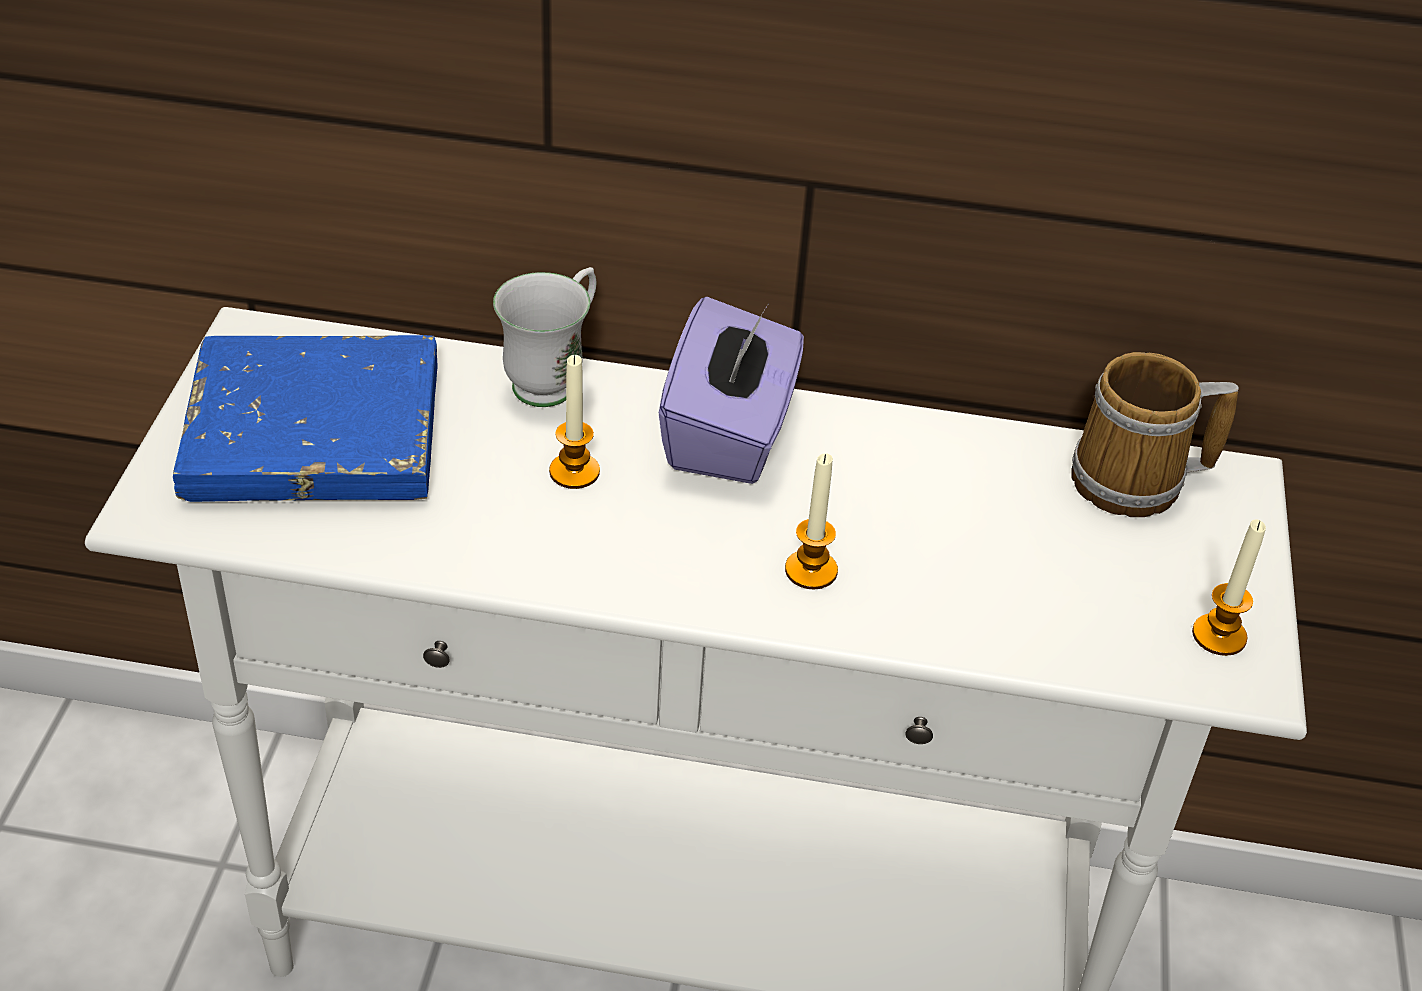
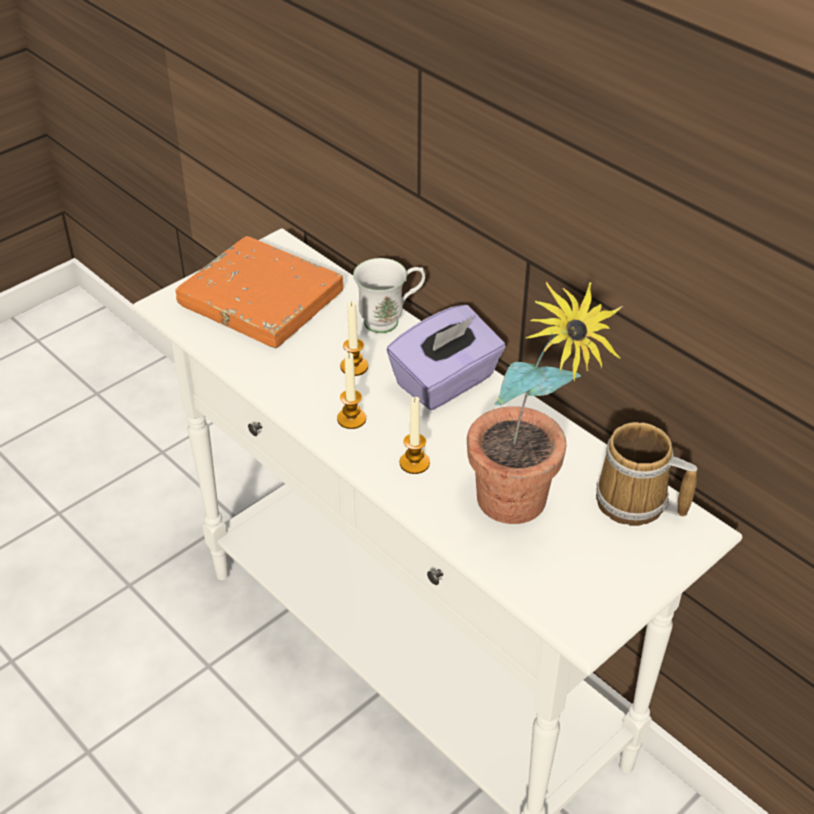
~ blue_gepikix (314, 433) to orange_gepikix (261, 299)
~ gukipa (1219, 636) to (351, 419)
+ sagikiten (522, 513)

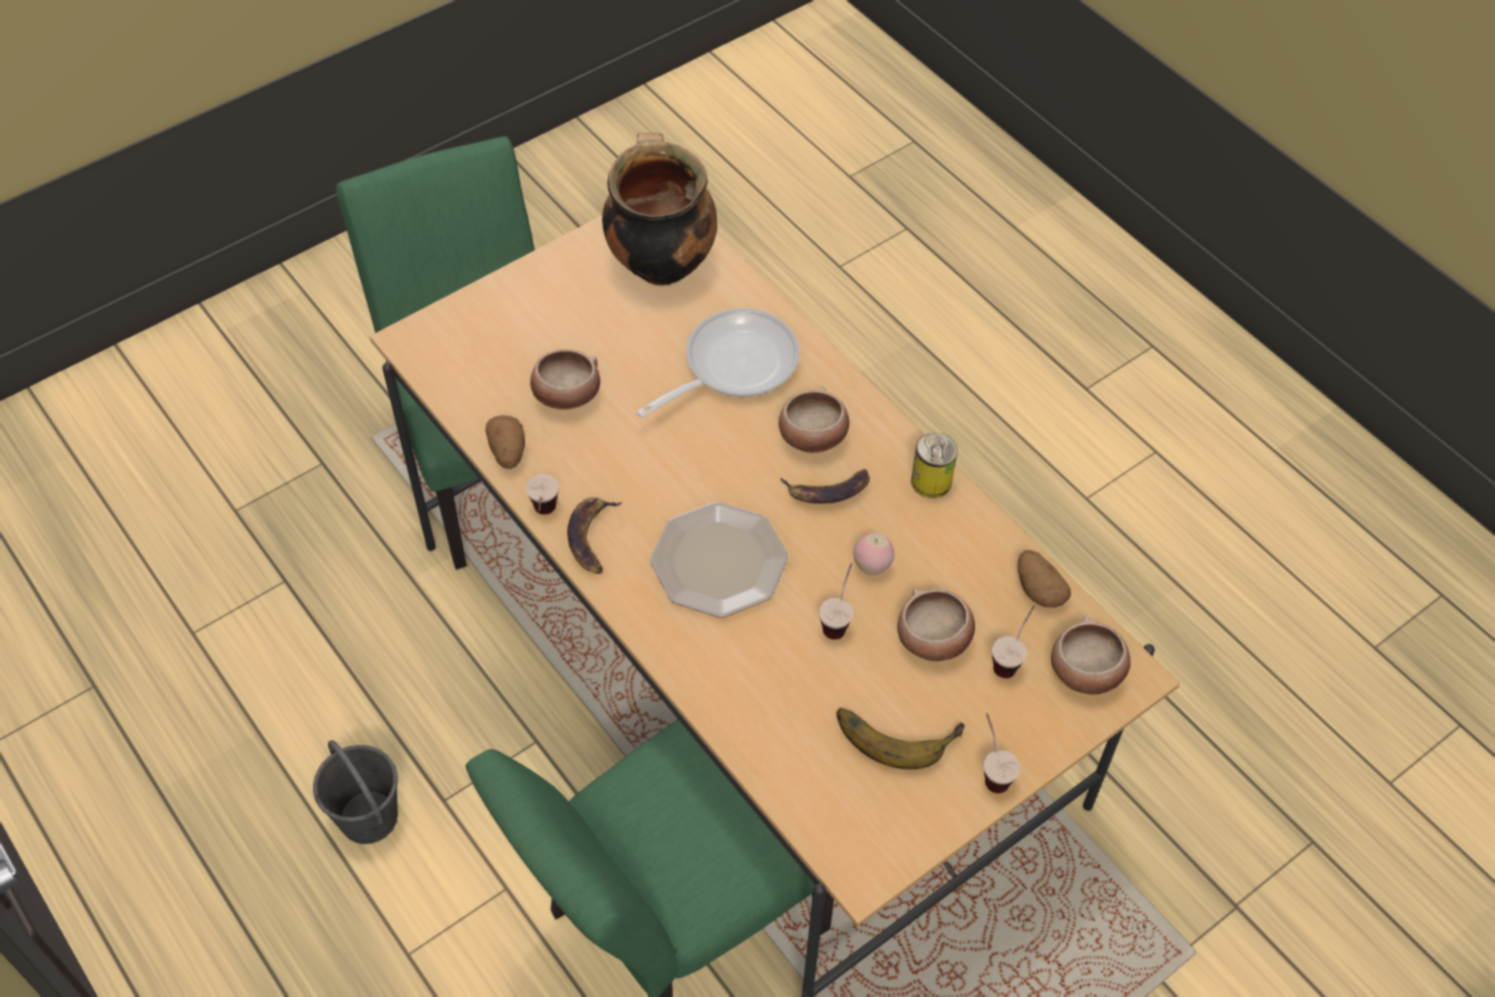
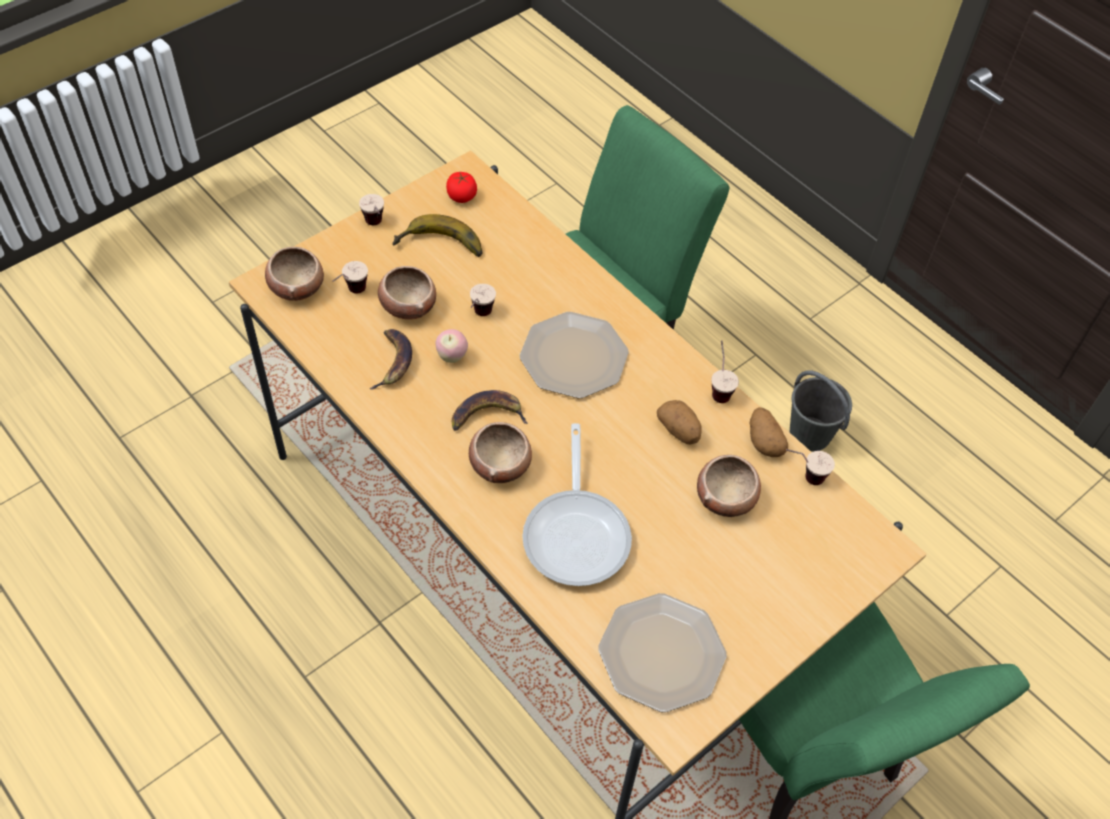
~ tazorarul (592, 537) to (393, 362)
~ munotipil (660, 262) to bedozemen (663, 654)
~ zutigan (732, 366) = (577, 533) 45 degrees counterclockwise
- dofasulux (931, 481)
~ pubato (1038, 589) to (679, 430)
+ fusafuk (462, 195)
+ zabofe (803, 477)

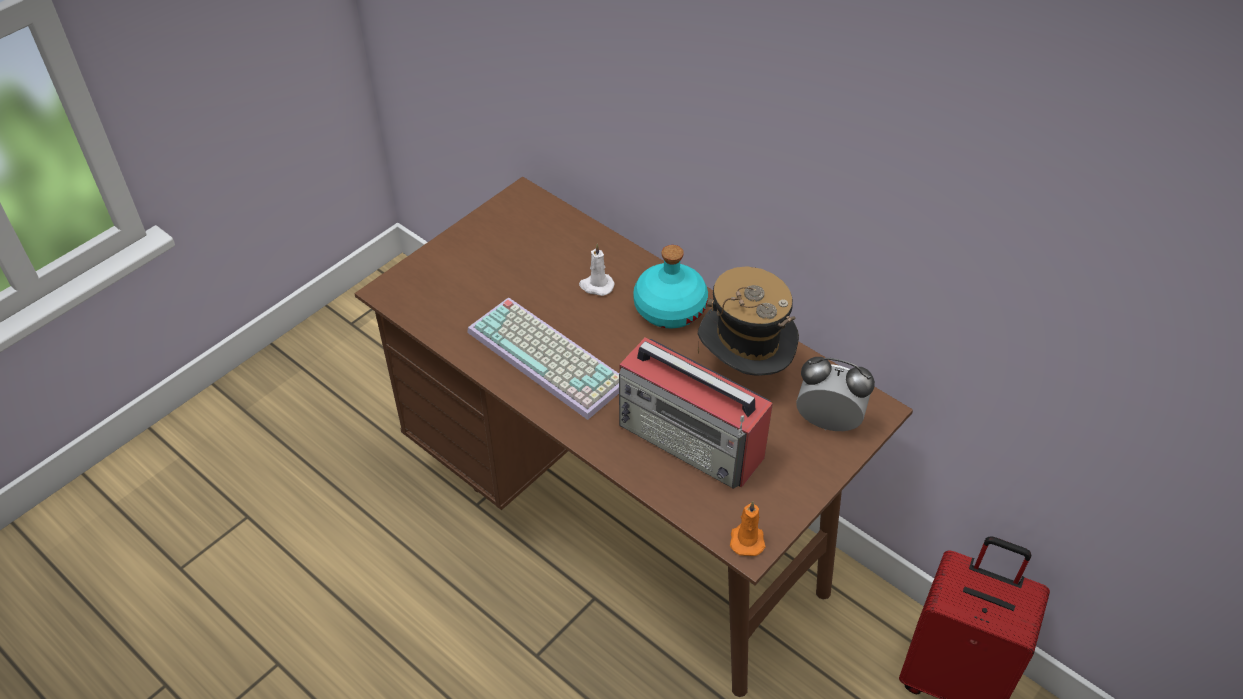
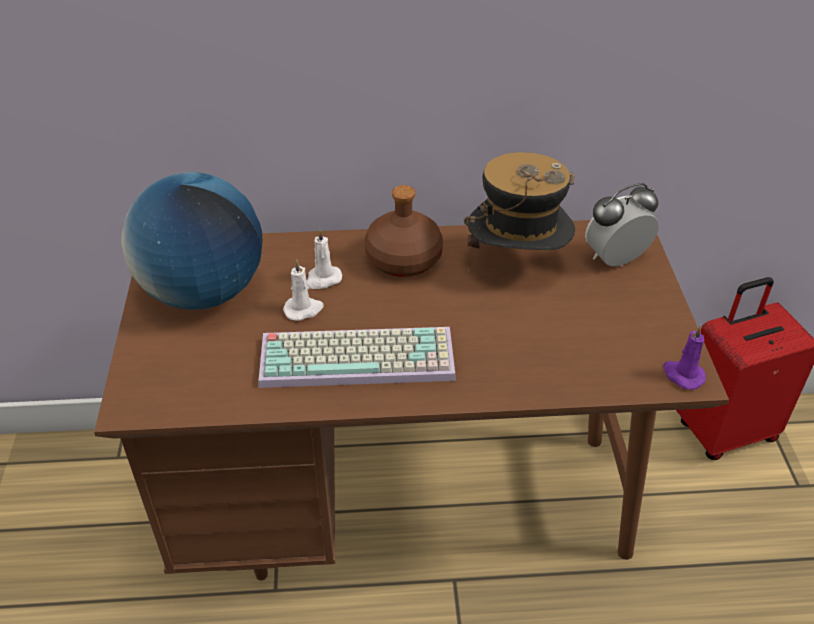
- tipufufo (692, 441)
~ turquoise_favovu (669, 308) to brown_favovu (402, 259)
~ orange_gukipa (746, 539) to purple_gukipa (682, 375)
+ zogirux (203, 292)
+ white_gukipa (304, 309)

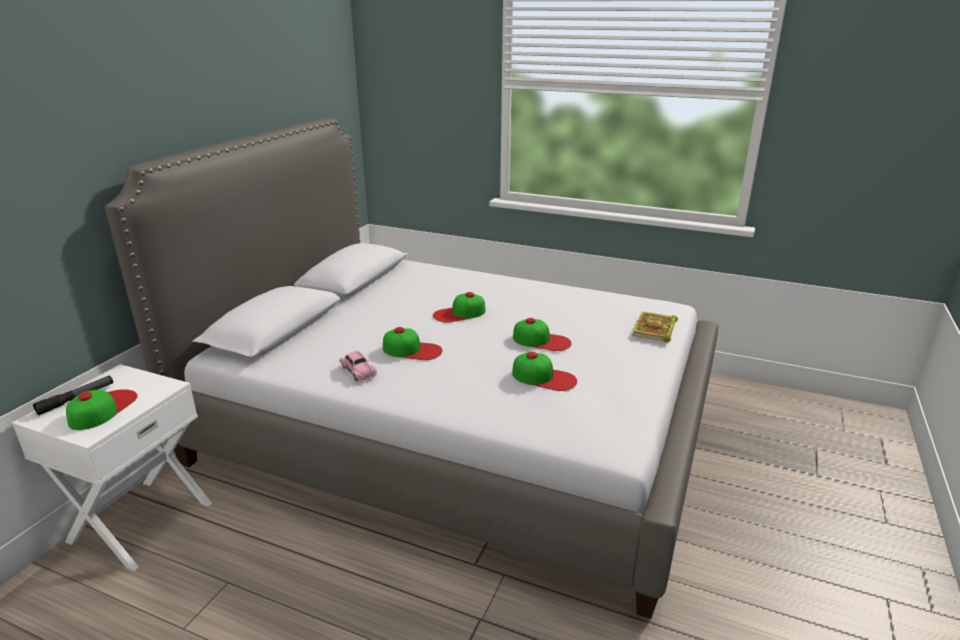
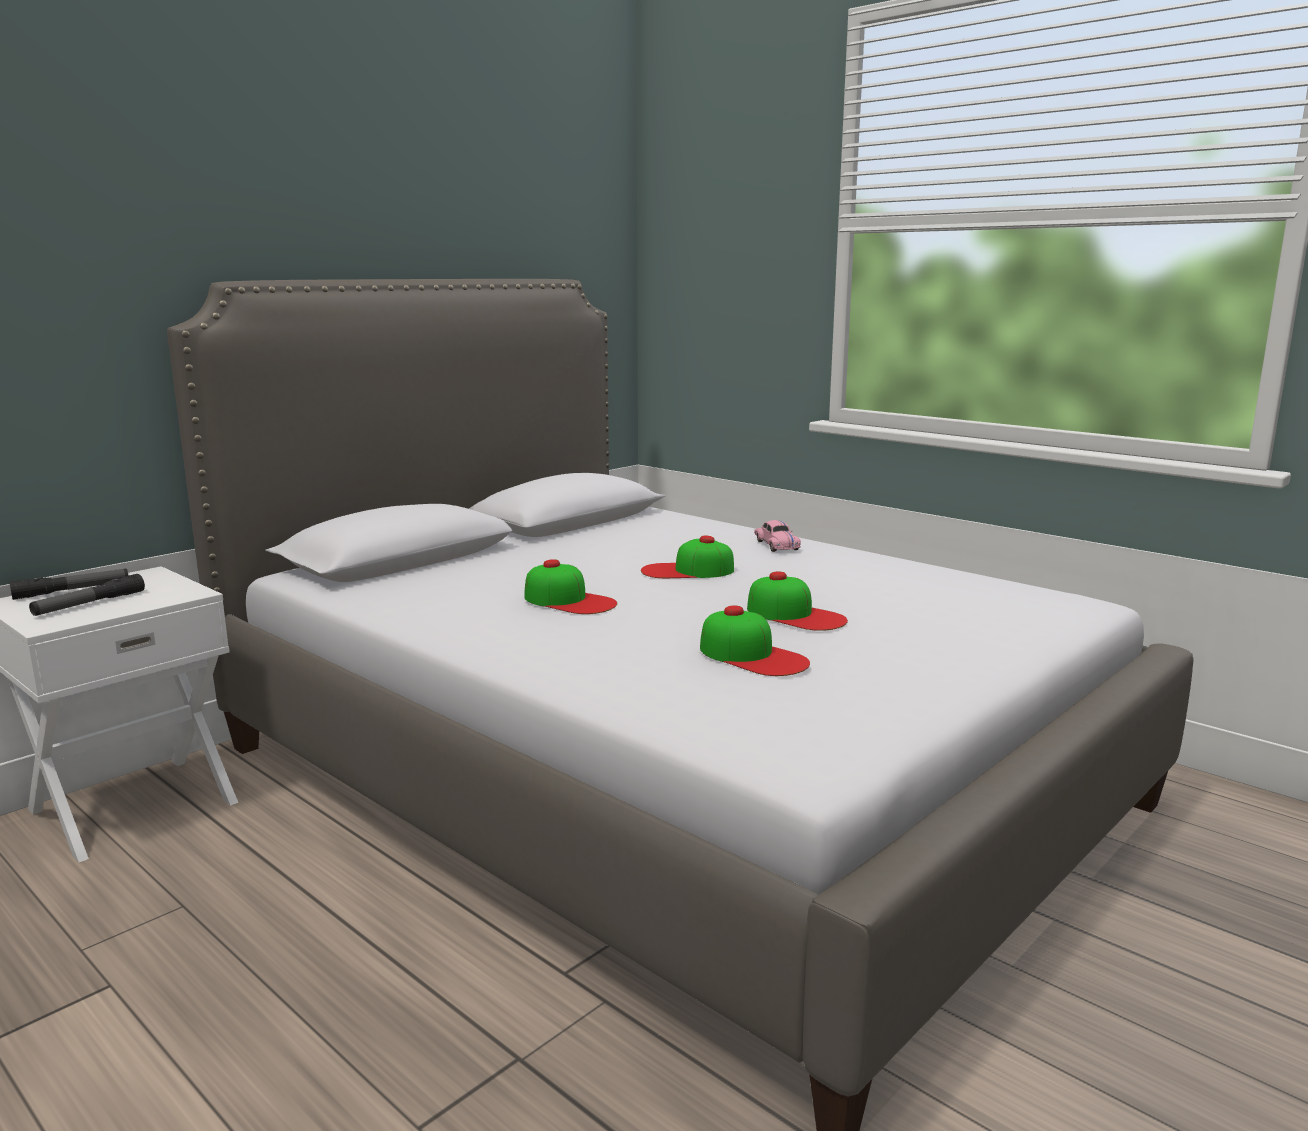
~ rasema (103, 409) to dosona (89, 604)
~ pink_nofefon (358, 371) to (777, 545)
- gepikix (655, 330)

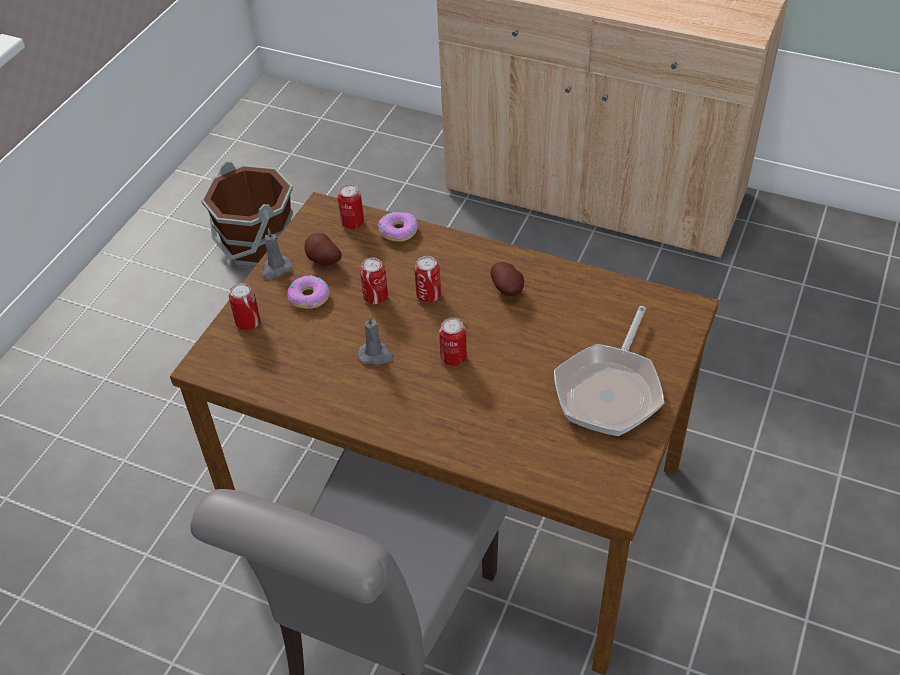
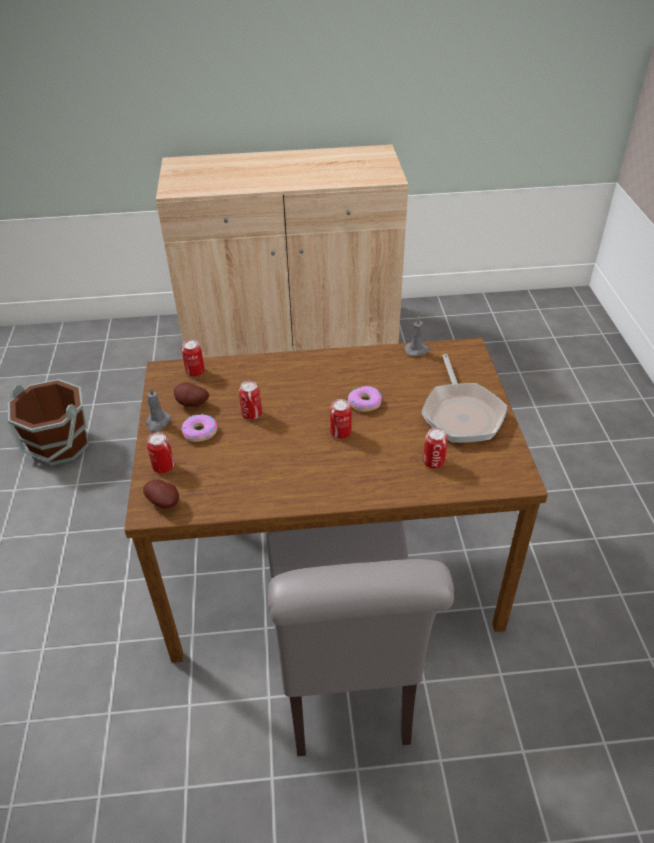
~ grey_gukipa (376, 355) to (417, 350)
~ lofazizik (398, 231) to (364, 403)
~ dofasulux (428, 295) to (433, 462)
~ pubato (508, 290) to (165, 502)

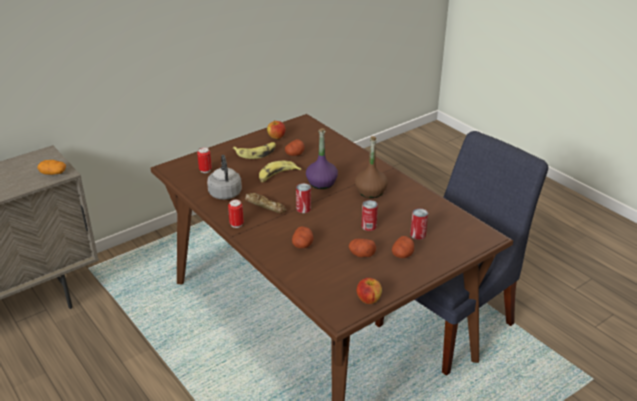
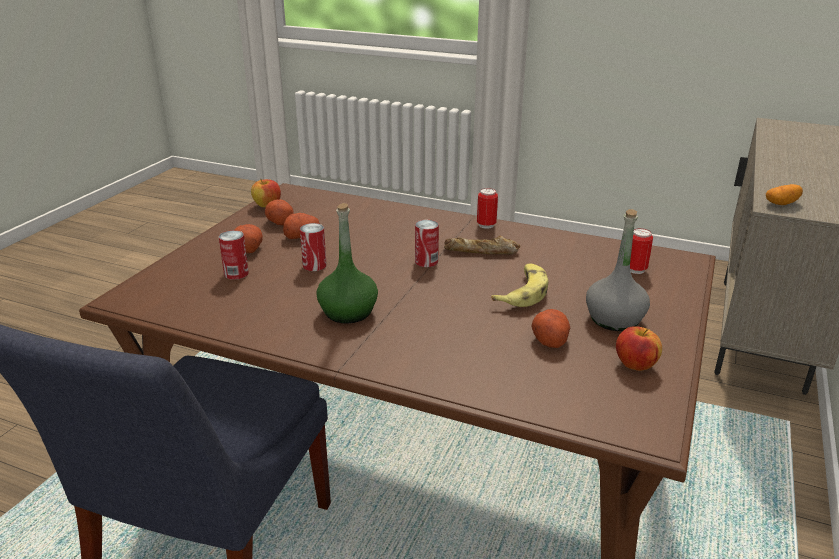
- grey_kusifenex (225, 192)
~ tazorarul (256, 153) to grey_favovu (614, 319)
~ pubato (302, 245) to (280, 221)
- purple_favovu (321, 183)
~ brown_favovu (370, 191) to green_favovu (348, 312)

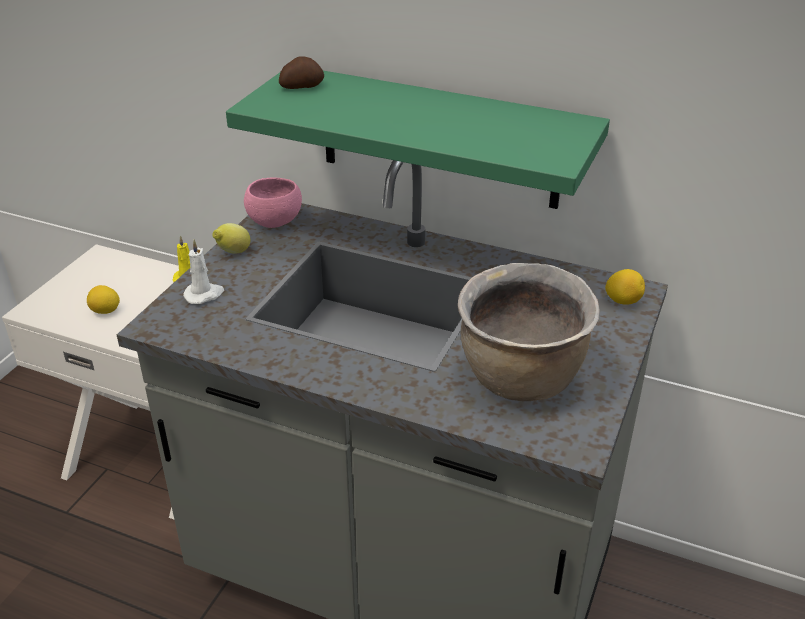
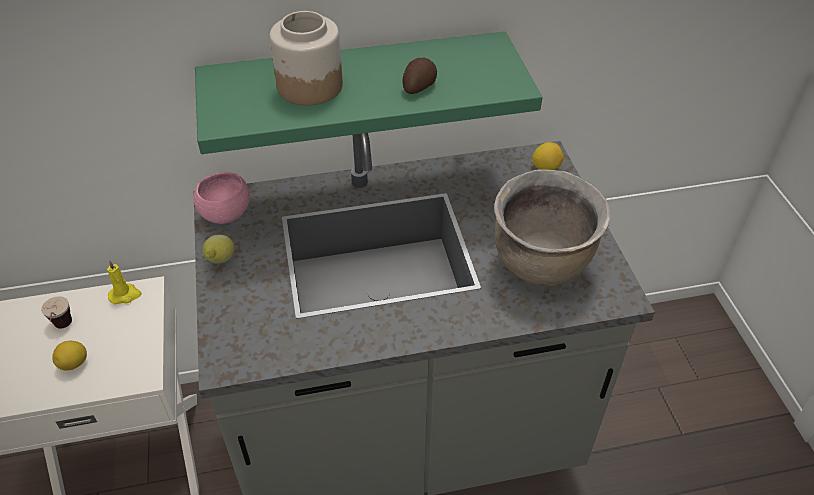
- white_gukipa (204, 294)
~ pubato (301, 86) to (418, 86)
+ zabofe (63, 330)
+ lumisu (309, 86)

